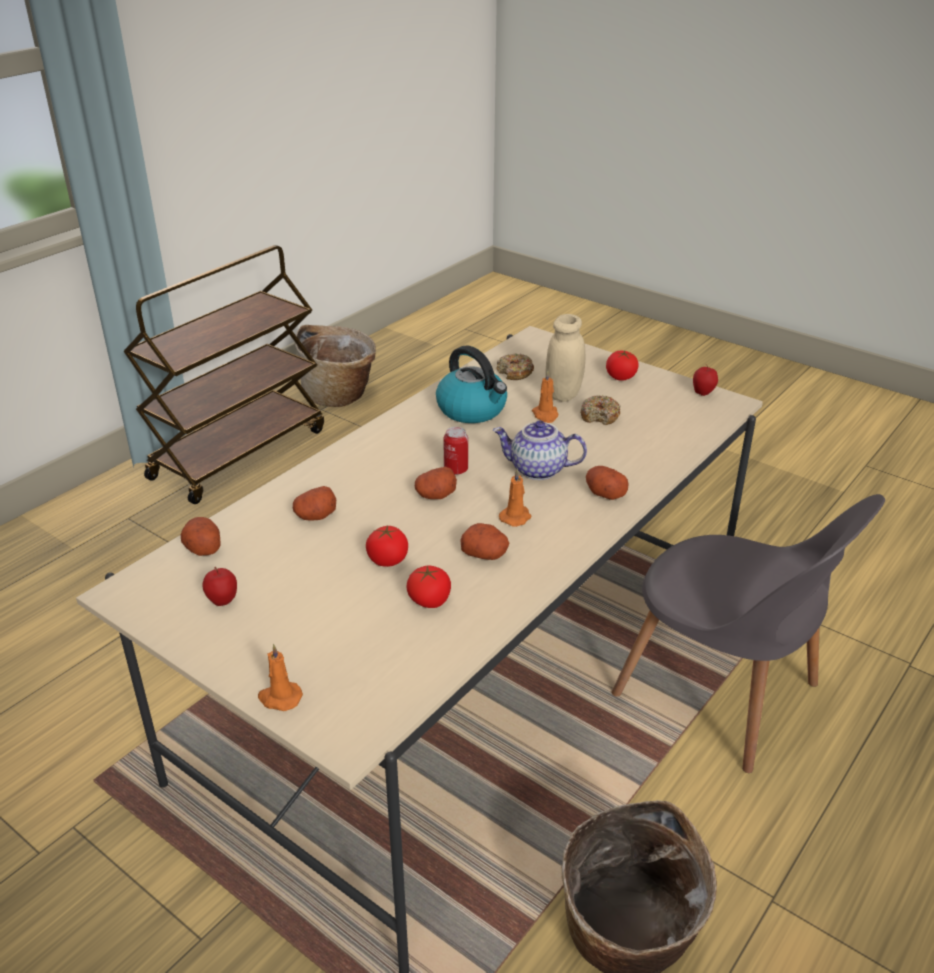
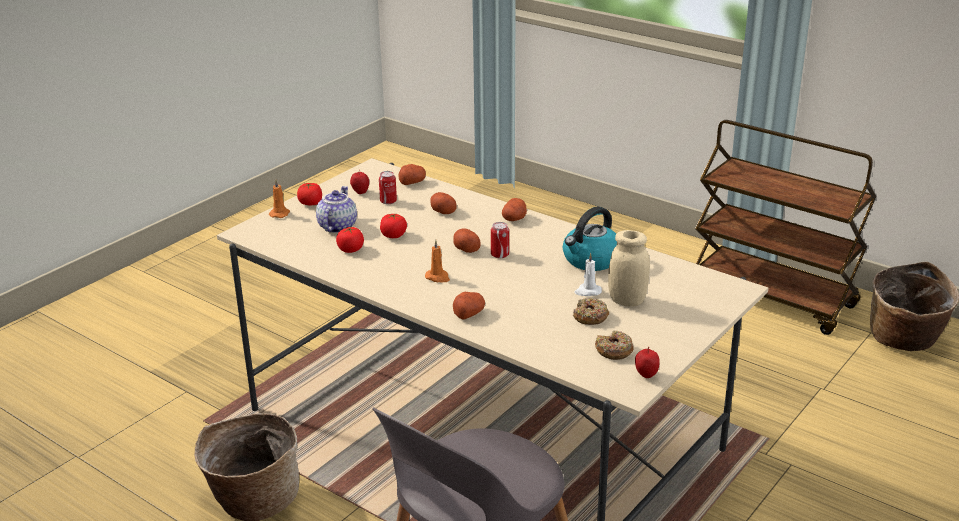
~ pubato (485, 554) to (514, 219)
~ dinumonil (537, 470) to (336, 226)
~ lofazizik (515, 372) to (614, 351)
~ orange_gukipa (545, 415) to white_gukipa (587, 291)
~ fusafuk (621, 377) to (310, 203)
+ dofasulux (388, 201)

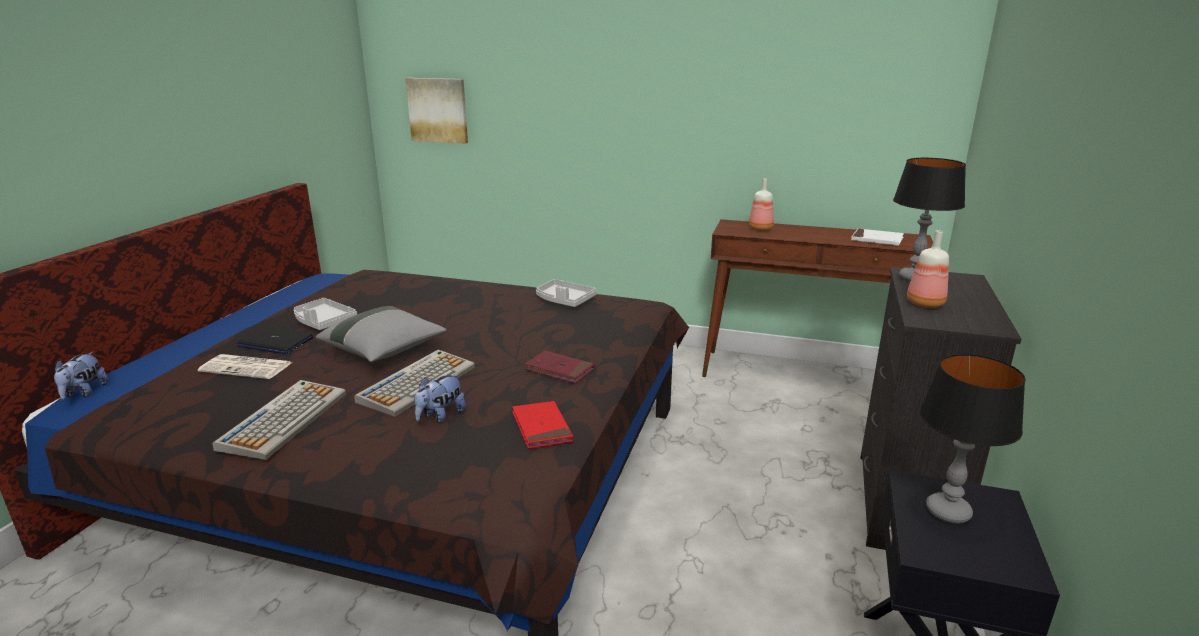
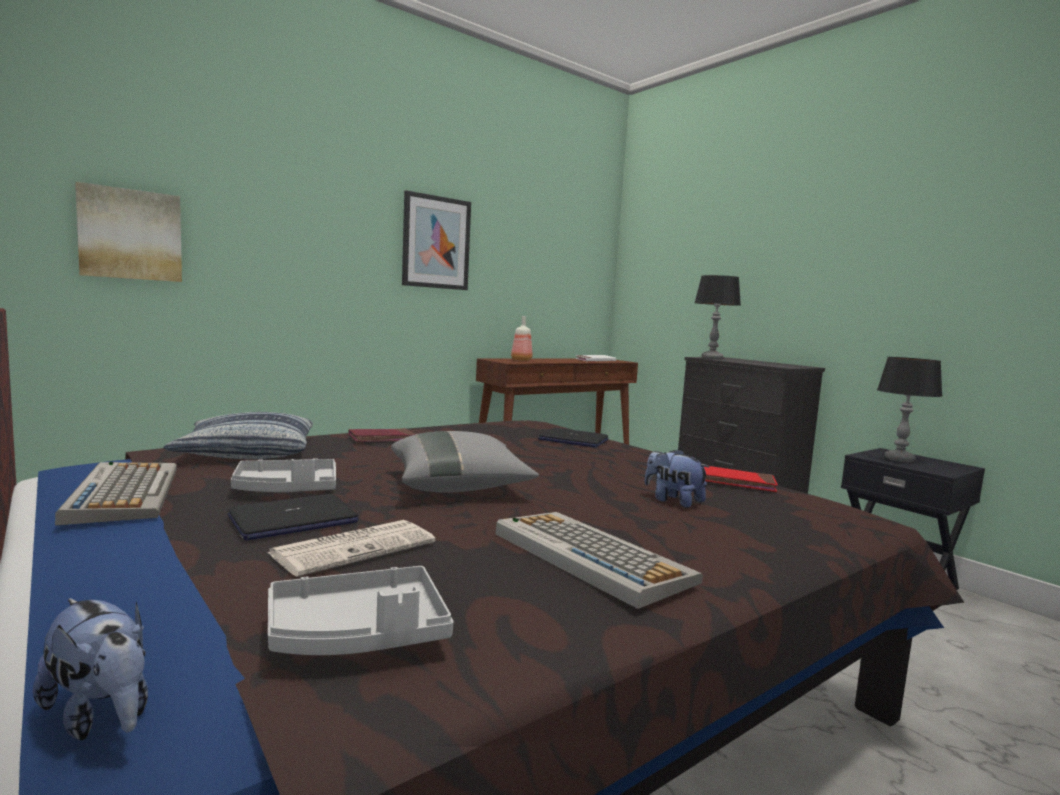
~ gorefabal (417, 383) to (123, 493)
~ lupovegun (440, 416) = (673, 501) 150 degrees clockwise
~ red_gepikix (559, 370) to (382, 439)
~ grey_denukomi (564, 300) to (358, 634)
- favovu (924, 303)
+ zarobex (247, 452)
+ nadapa (436, 242)
+ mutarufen (573, 440)

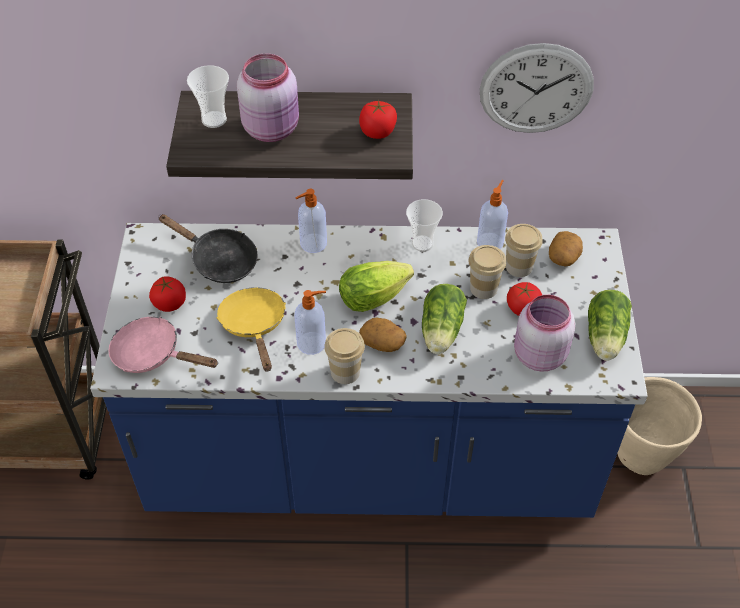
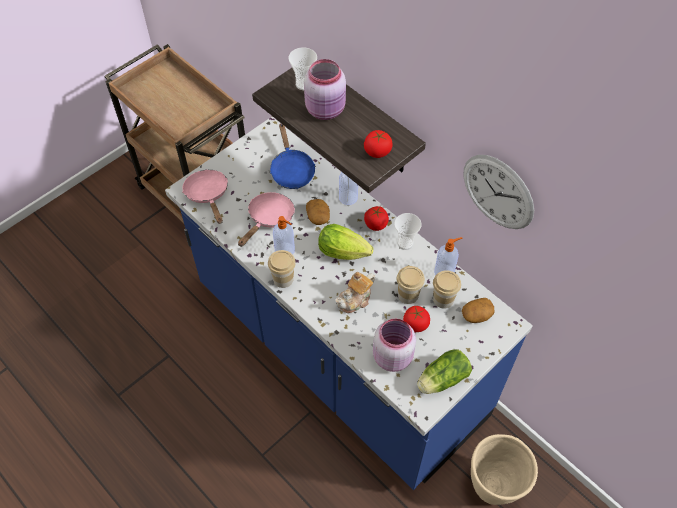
~ fusafuk (170, 303) to (376, 224)
~ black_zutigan (219, 260) to blue_zutigan (291, 170)
~ yellow_zutigan (254, 326) to pink_zutigan (269, 218)
~ pubato (383, 342) to (318, 217)
~ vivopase (441, 332) to dinumonil (355, 299)

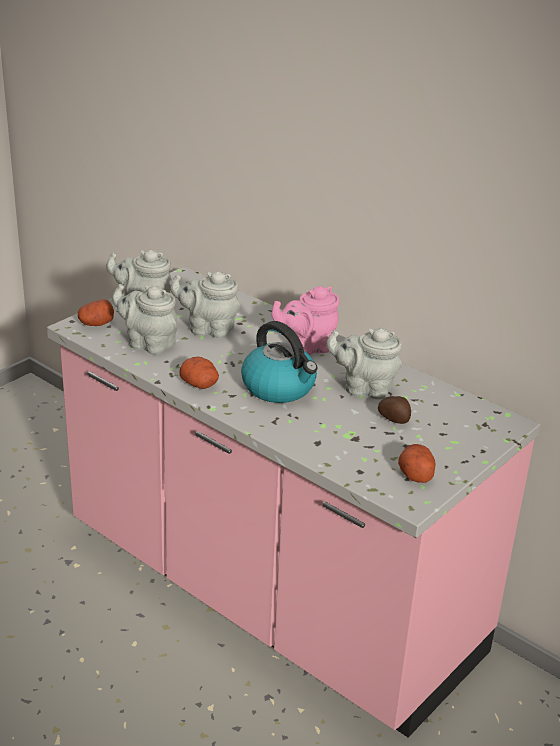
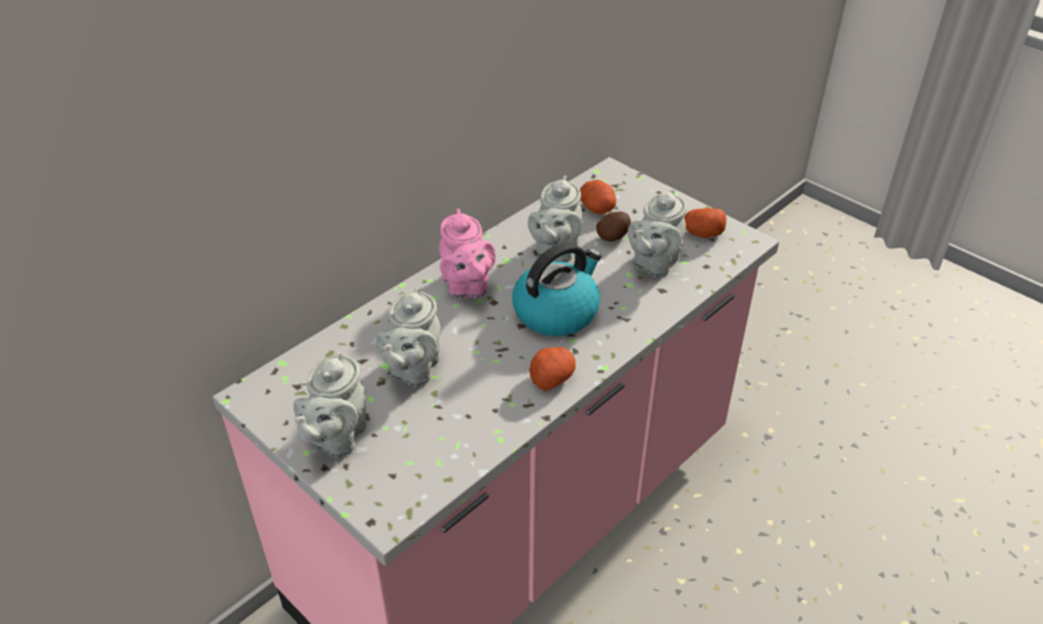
~ pubato (96, 324) to (598, 208)
~ grey_dinumonil (148, 343) to (654, 263)

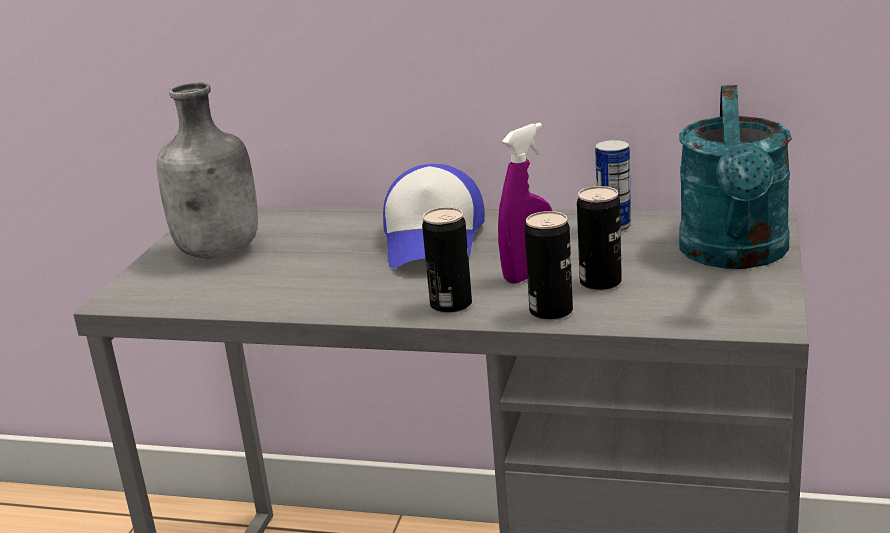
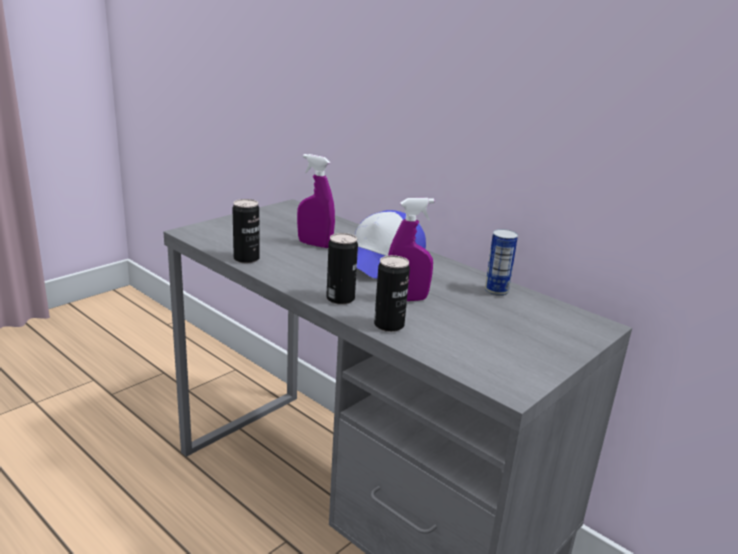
- grey_favovu (221, 251)
~ dofasulux (600, 282) to (246, 259)
- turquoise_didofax (735, 255)
+ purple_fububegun (315, 244)

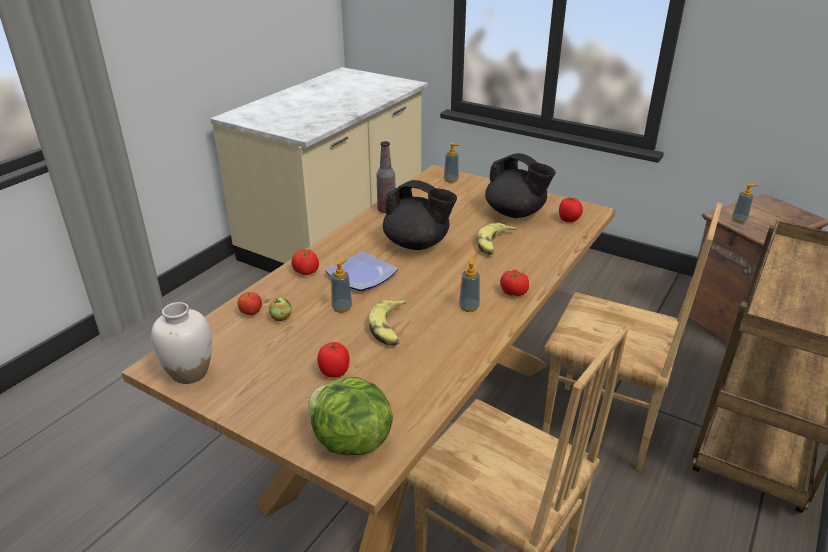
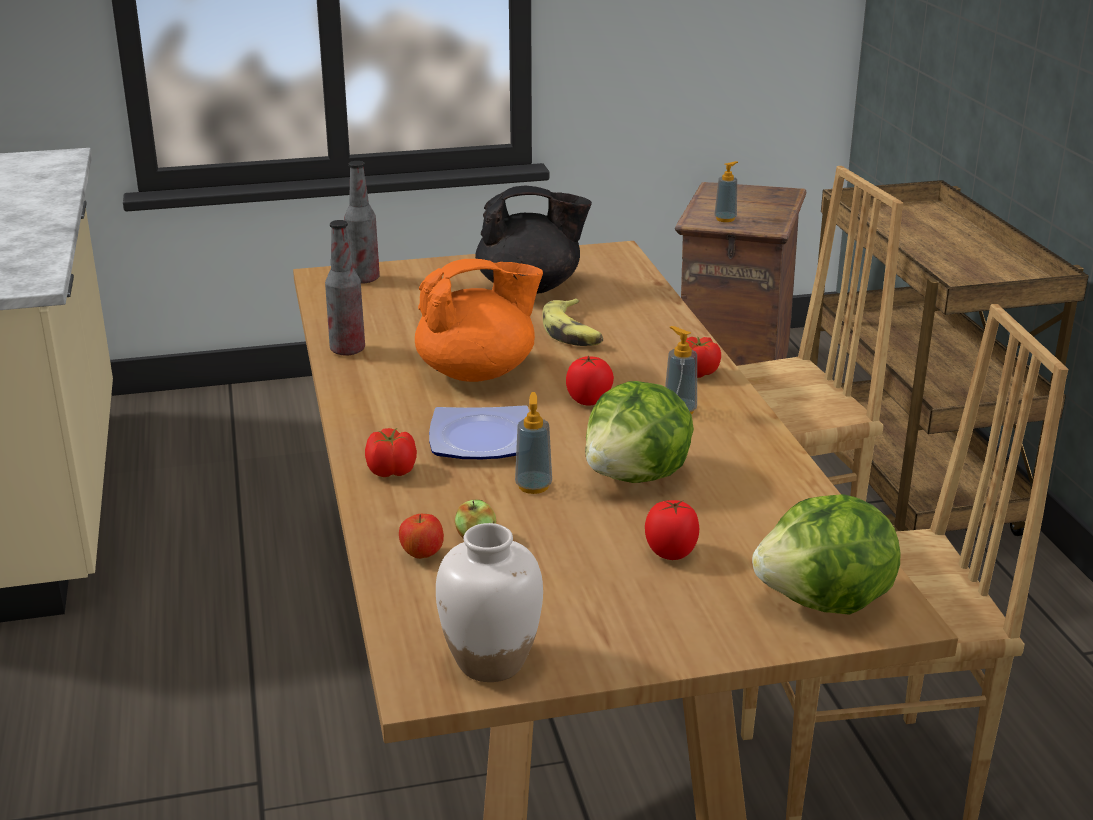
~ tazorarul (389, 328) to vivopase (637, 477)
~ black_dinumonil (417, 244) to orange_dinumonil (478, 372)
~ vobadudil (451, 180) to favovu (364, 279)
~ fusafuk (569, 220) to (589, 401)

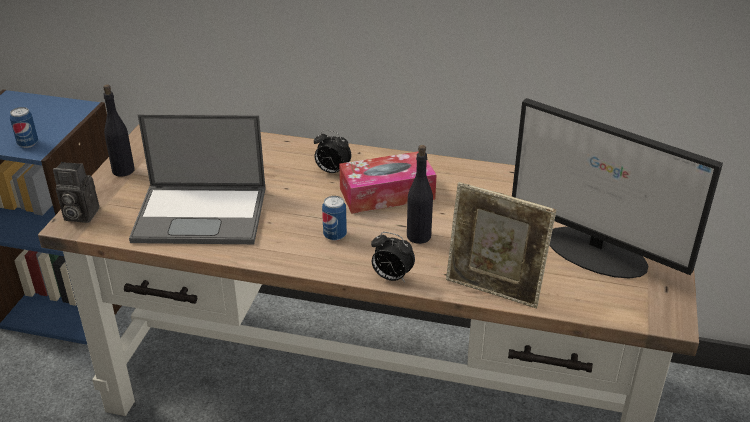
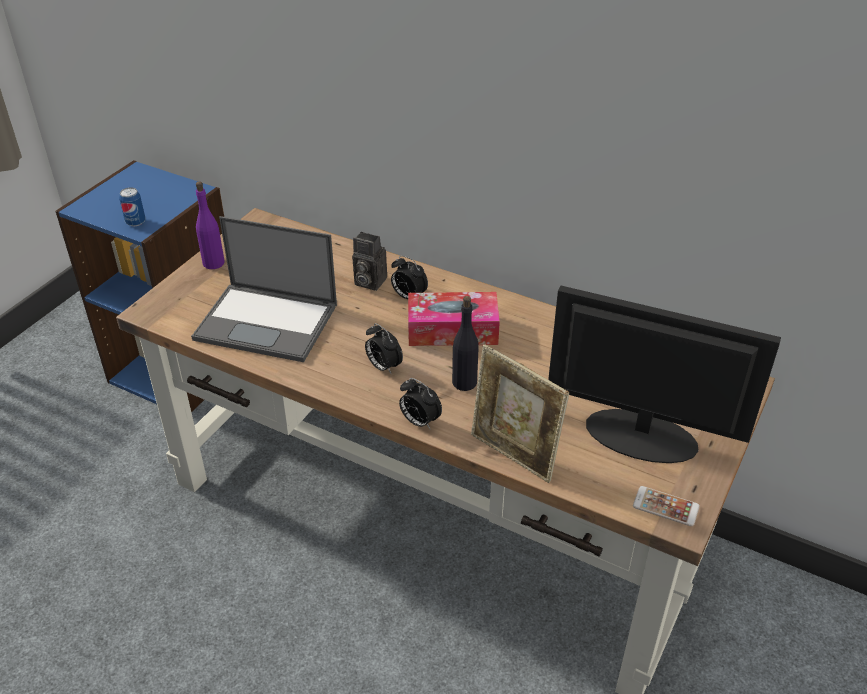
~ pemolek (79, 215) to (368, 282)
~ black_favovu (123, 170) to purple_favovu (213, 263)
~ dofasulux (335, 235) to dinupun (383, 367)
~ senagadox (597, 253) = (639, 434) 150 degrees clockwise
+ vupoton (665, 506)

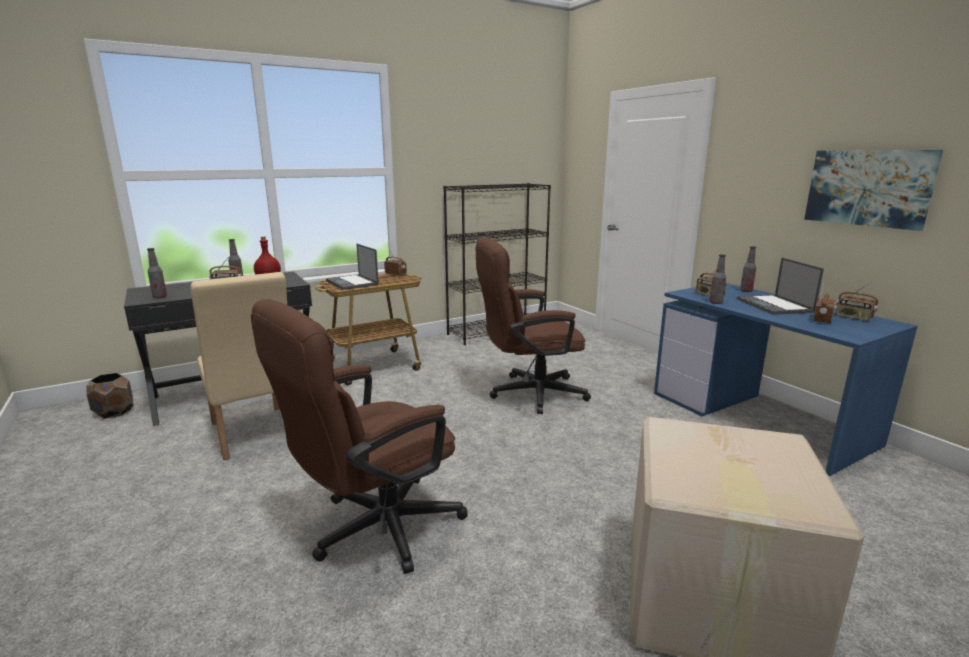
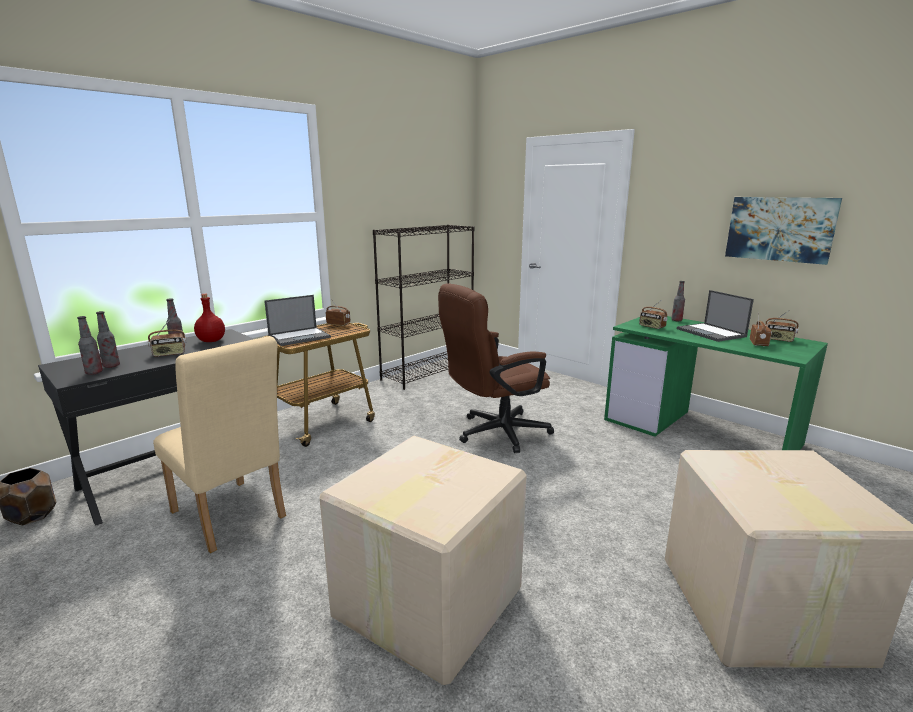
~ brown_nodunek (374, 530) to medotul (425, 602)
~ mutarufen (352, 283) = (300, 337) 75 degrees counterclockwise
~ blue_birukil (760, 417) to green_birukil (700, 431)
~ favovu (715, 302) to (111, 366)

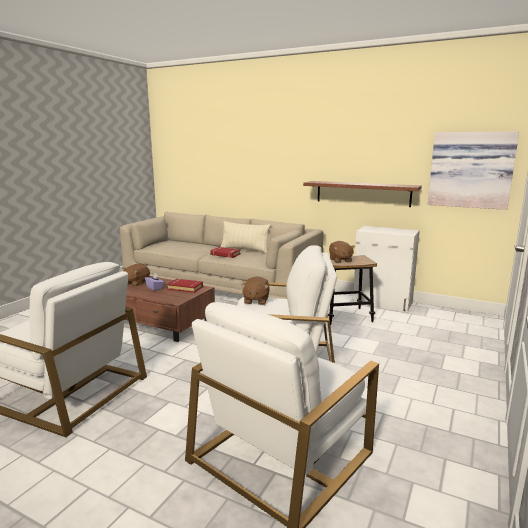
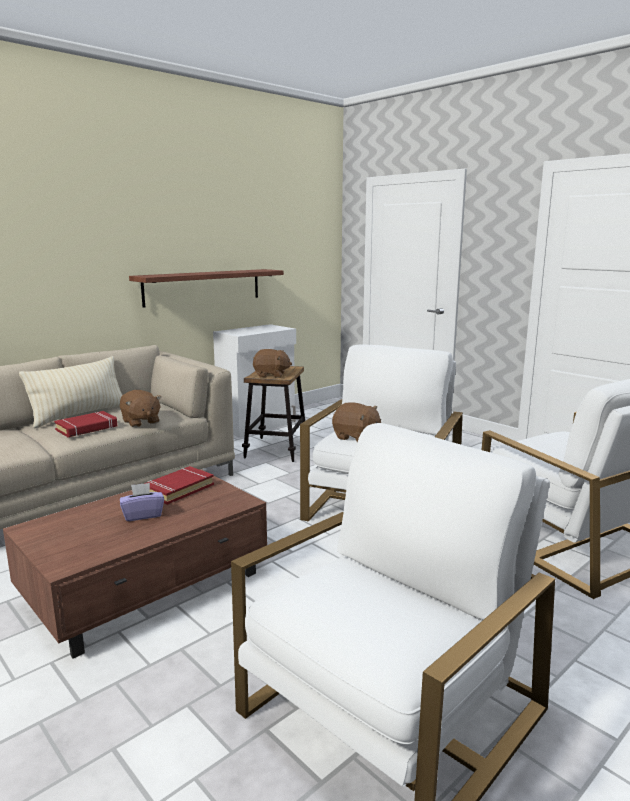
~ brown_lupovegun (136, 283) to (140, 422)
- nadapa (470, 170)

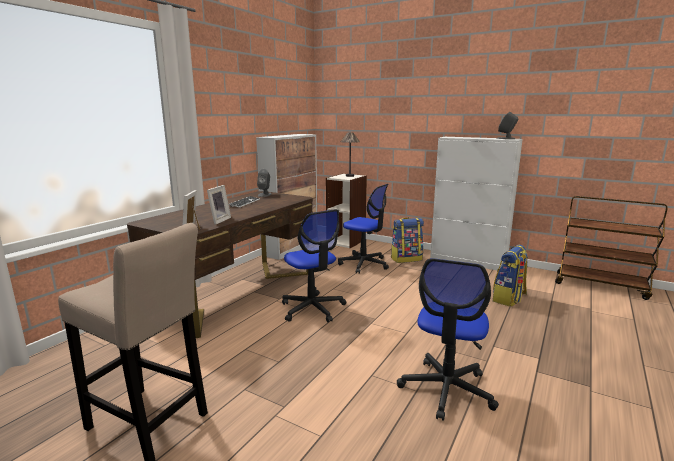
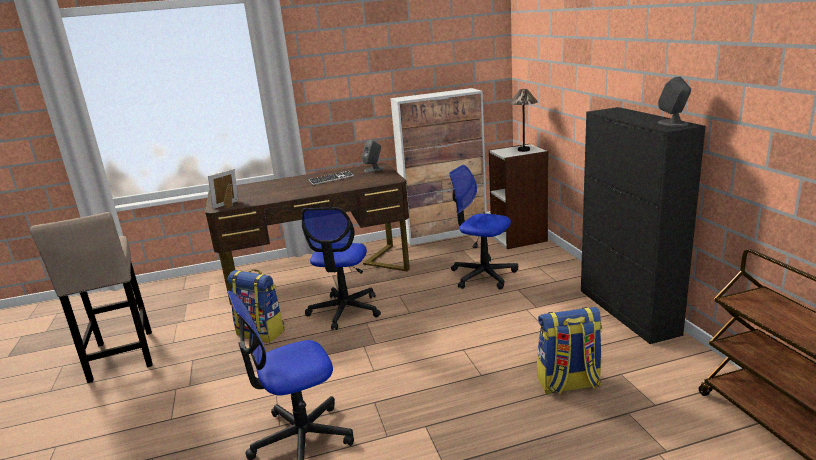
- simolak (218, 220)
~ nodunek (364, 264) = (483, 275) 135 degrees clockwise
~ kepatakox (406, 259) to (262, 332)
~ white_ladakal (468, 261) to black_ladakal (627, 312)

